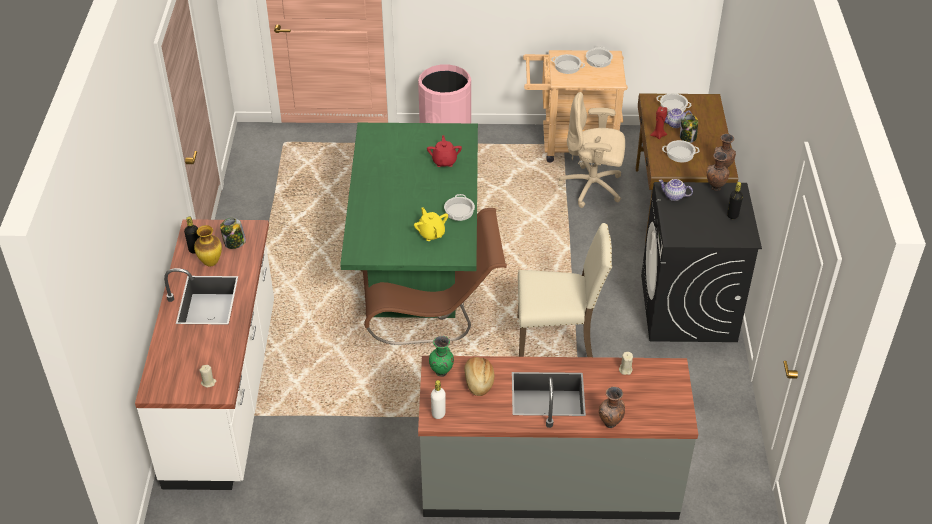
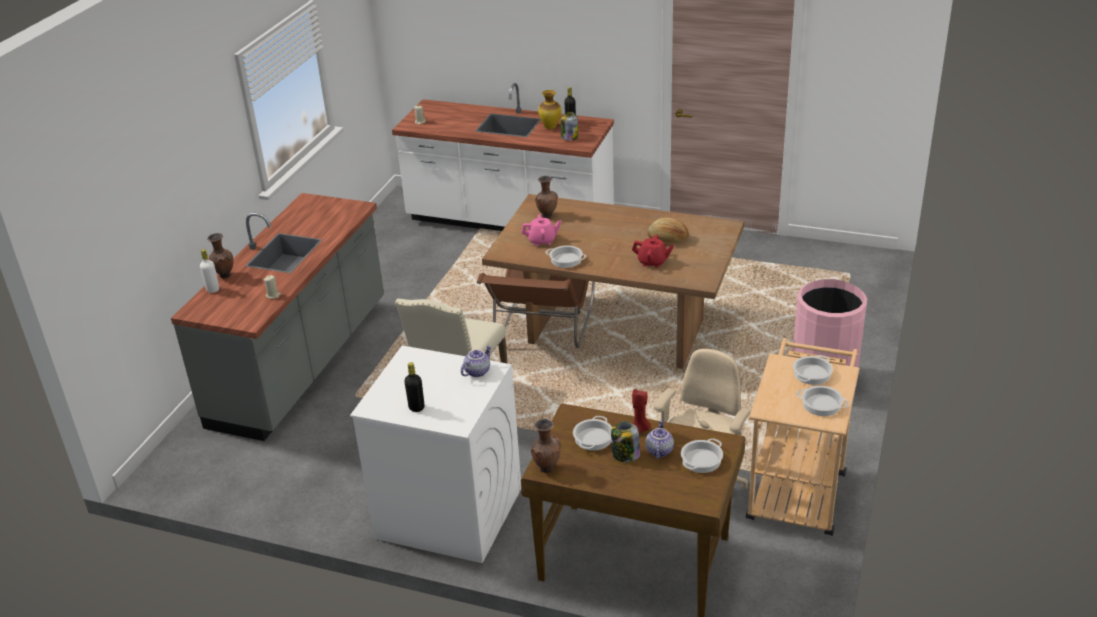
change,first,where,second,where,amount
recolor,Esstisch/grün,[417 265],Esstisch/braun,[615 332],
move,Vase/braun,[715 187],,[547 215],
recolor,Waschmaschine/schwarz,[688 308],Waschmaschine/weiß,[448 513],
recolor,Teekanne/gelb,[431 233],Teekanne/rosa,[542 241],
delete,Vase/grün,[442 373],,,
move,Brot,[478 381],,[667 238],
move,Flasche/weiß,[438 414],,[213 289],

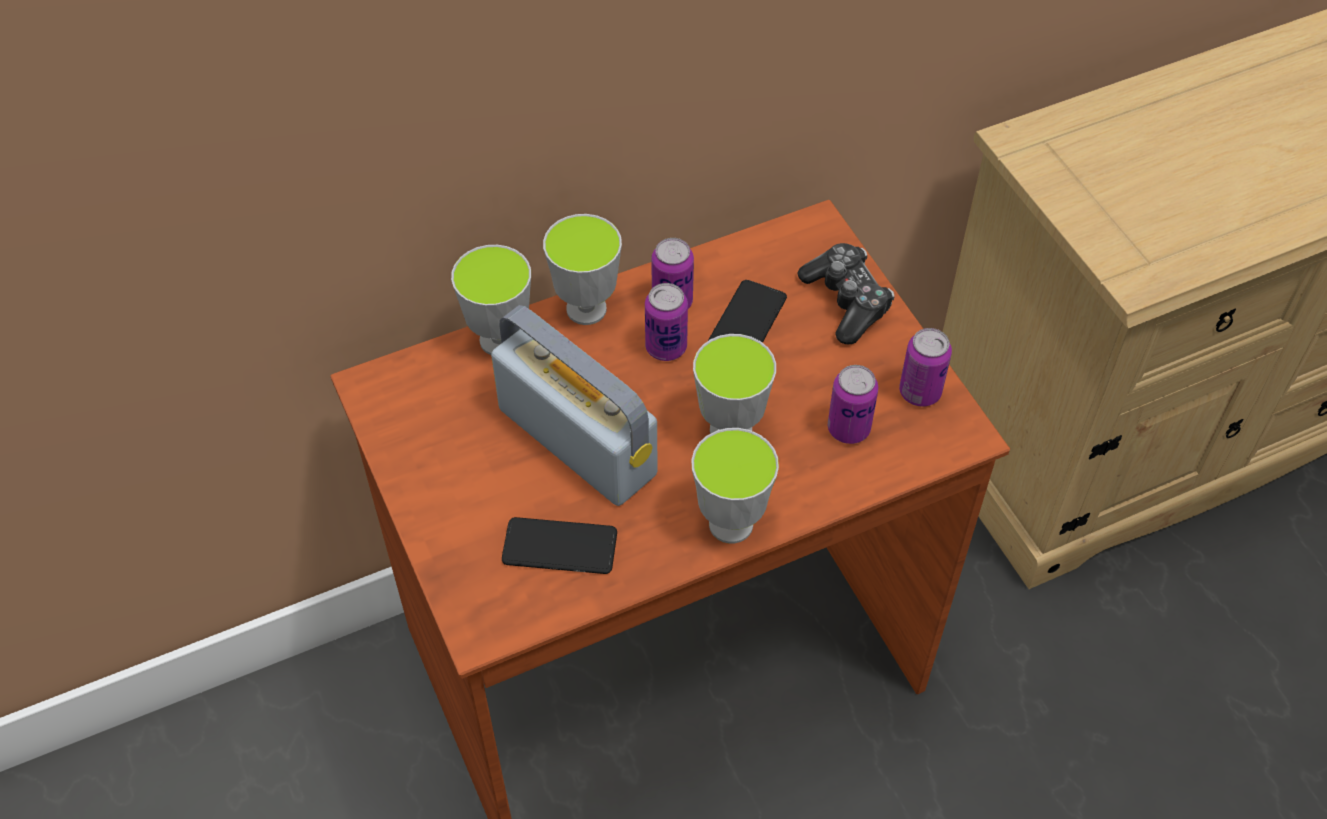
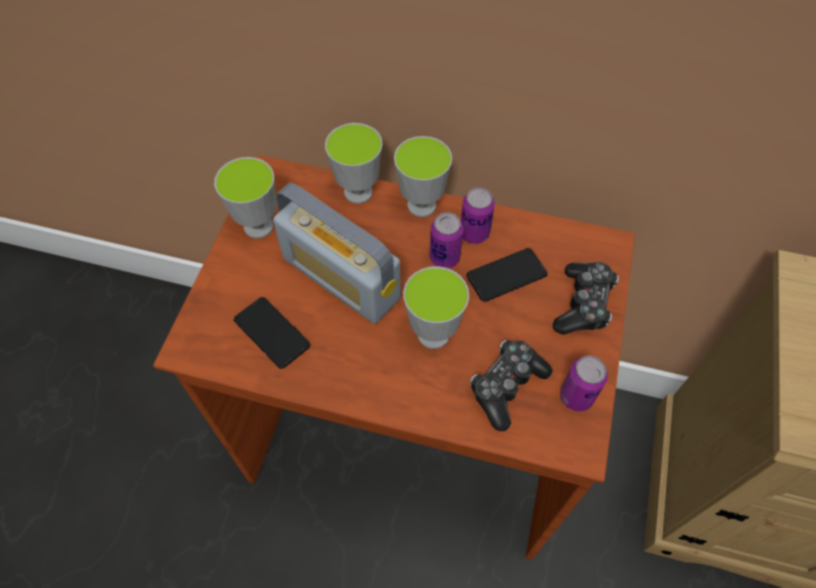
change,first,where,second,where,amount
rotate,Radio,[576 441],,[341 278],135 degrees clockwise
replace,Dose,[848 428],Gamepad,[506 386],
move,Tasse,[731 524],,[258 226],

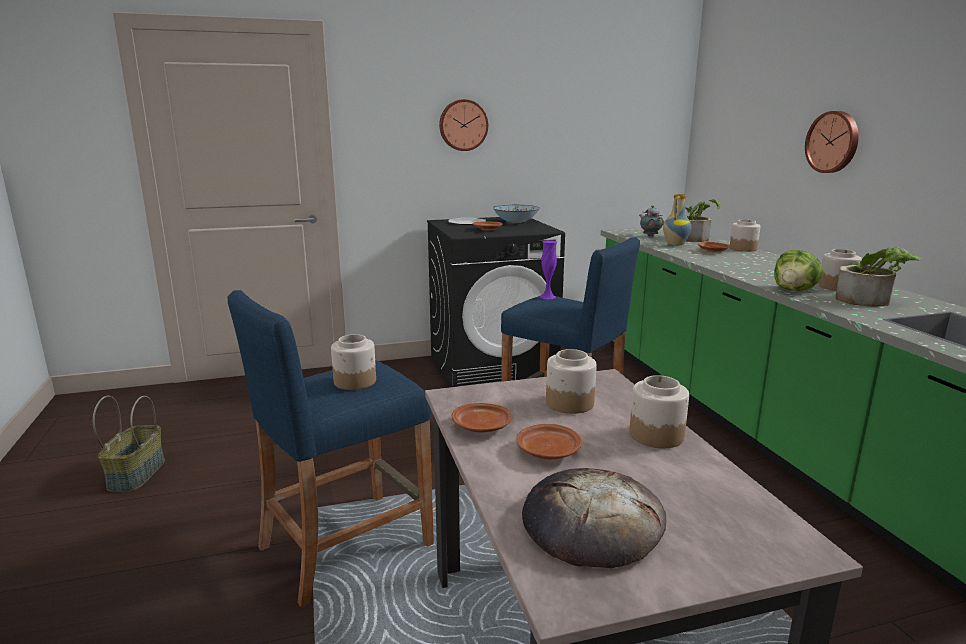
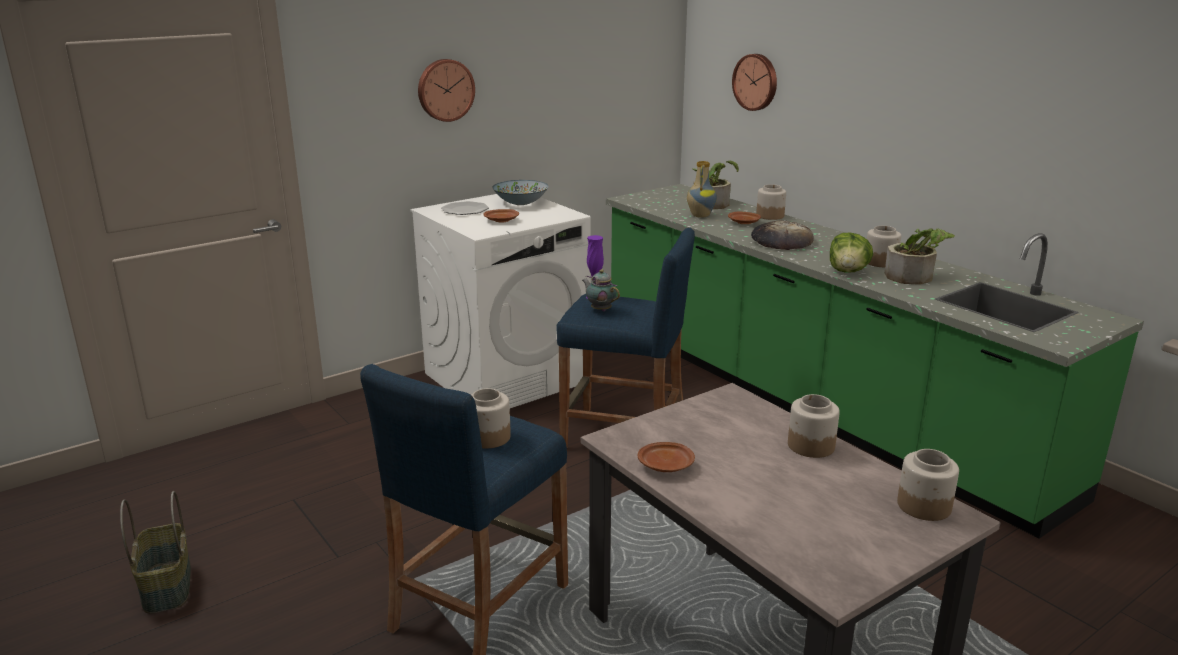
change,first,where,second,where,amount
move,Wanduhr,[833 142],,[756 82],
move,Teekanne,[649 236],,[600 309],
recolor,Waschmaschine/schwarz,[492 369],Waschmaschine/weiß,[507 377],
move,Vorratsglas,[569 403],,[923 506],
delete,Teller/braun,[548 451],,,
move,Brot,[591 523],,[782 241],

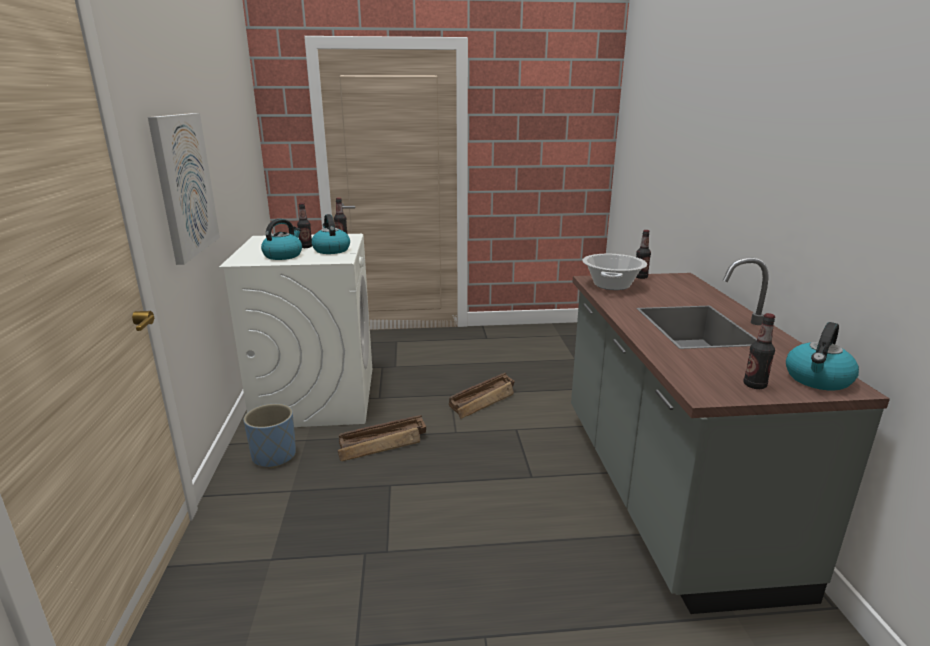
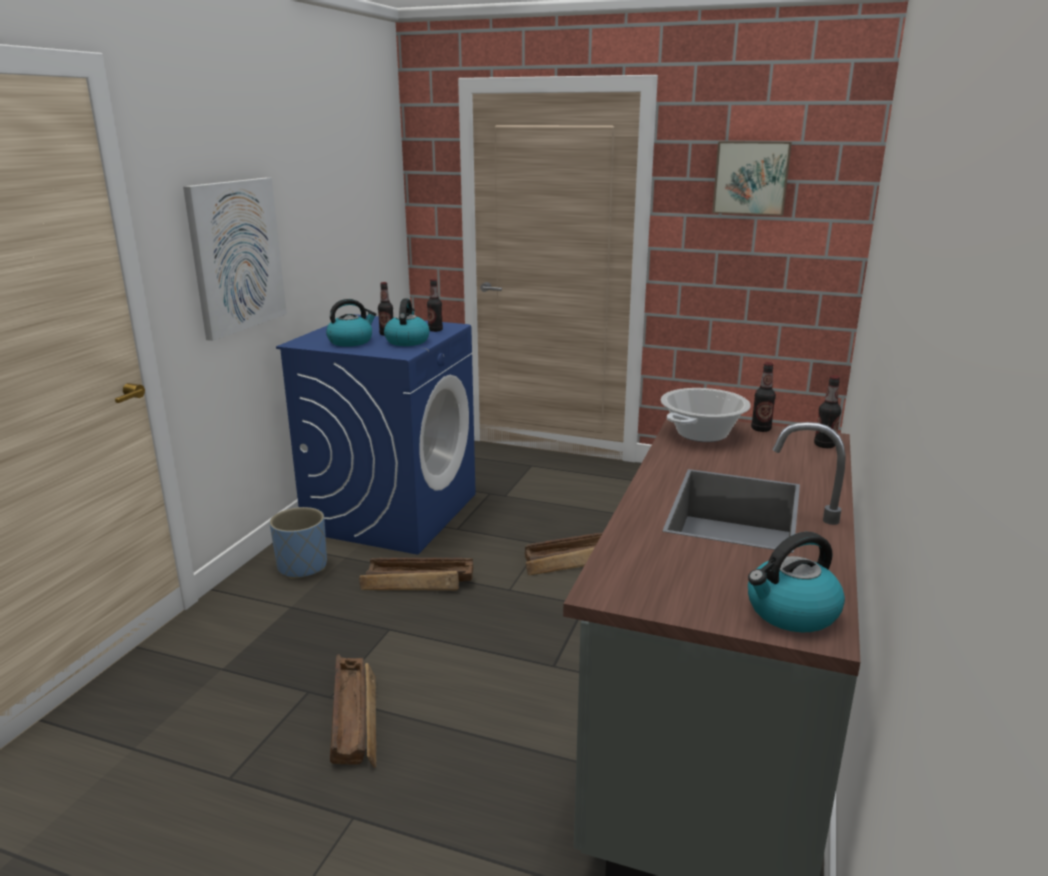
change,first,where,second,where,amount
recolor,Waschmaschine/weiß,[316 396],Waschmaschine/blau,[392 512],
move,Flasche,[754 385],,[824 445],
insert,,,Bild,[751 178],
insert,,,Kiste,[354 718],

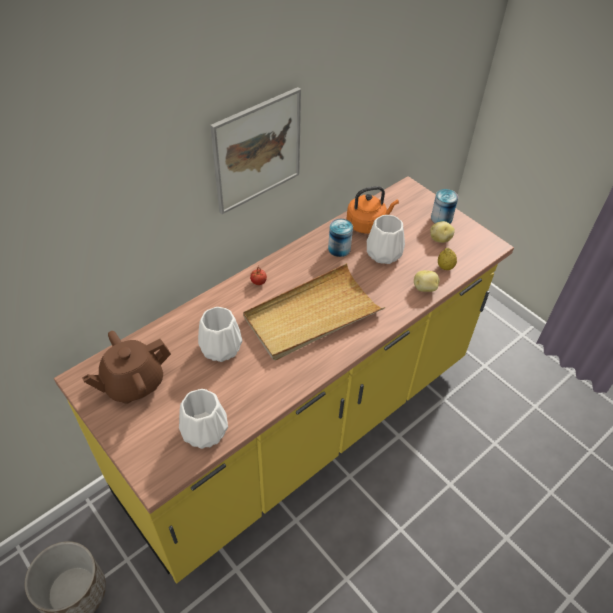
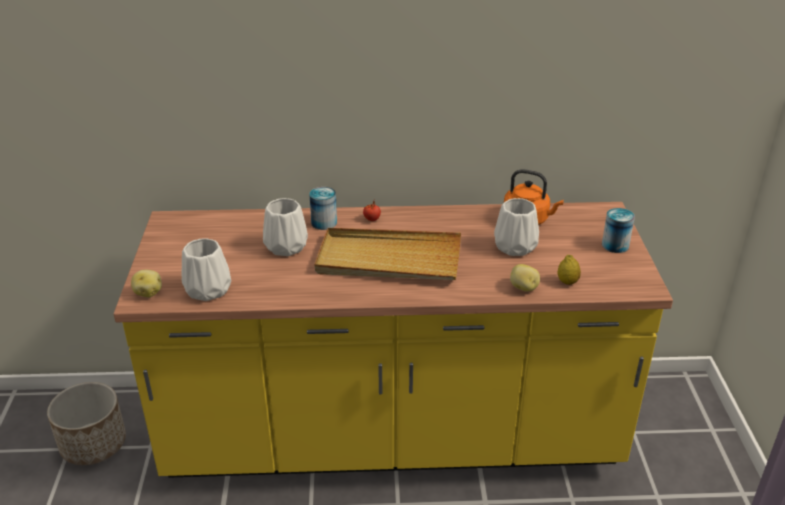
change,first,where,second,where,amount
delete,Bild,[257 151],,,
move,Dose,[339 248],,[324 222],
move,Kartoffel,[439 239],,[148 293],
delete,Teekanne/braun,[133 383],,,

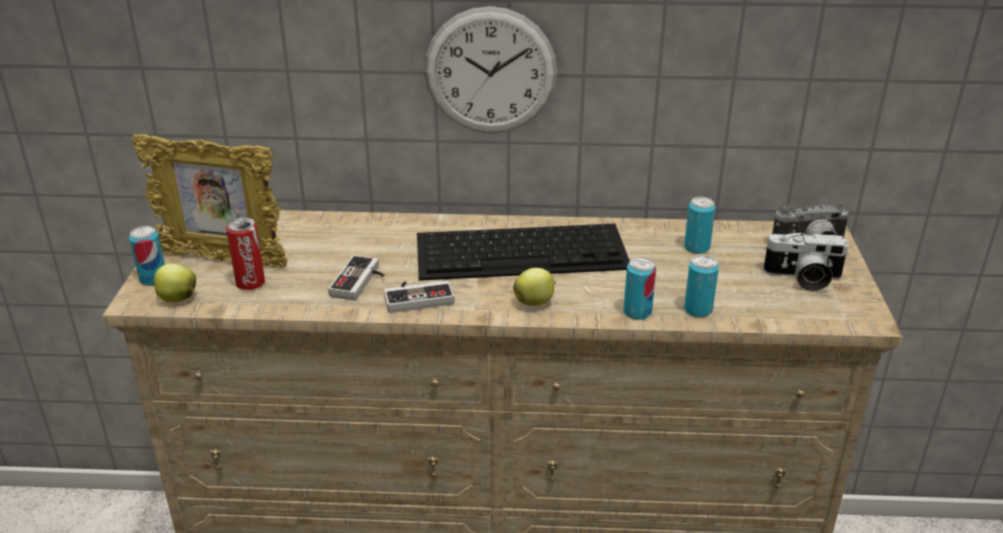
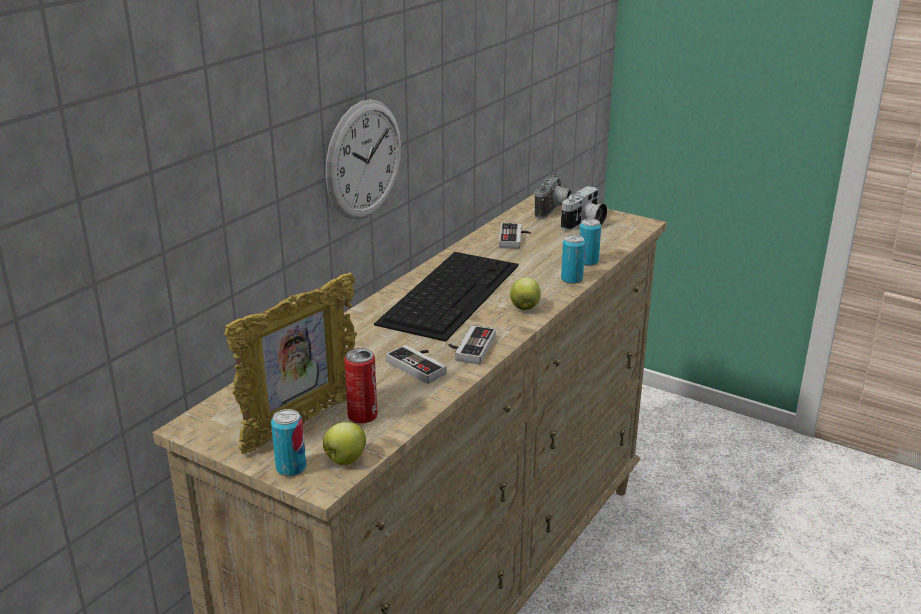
change,first,where,second,where,amount
replace,Dose,[696 248],Gamepad,[515 239],

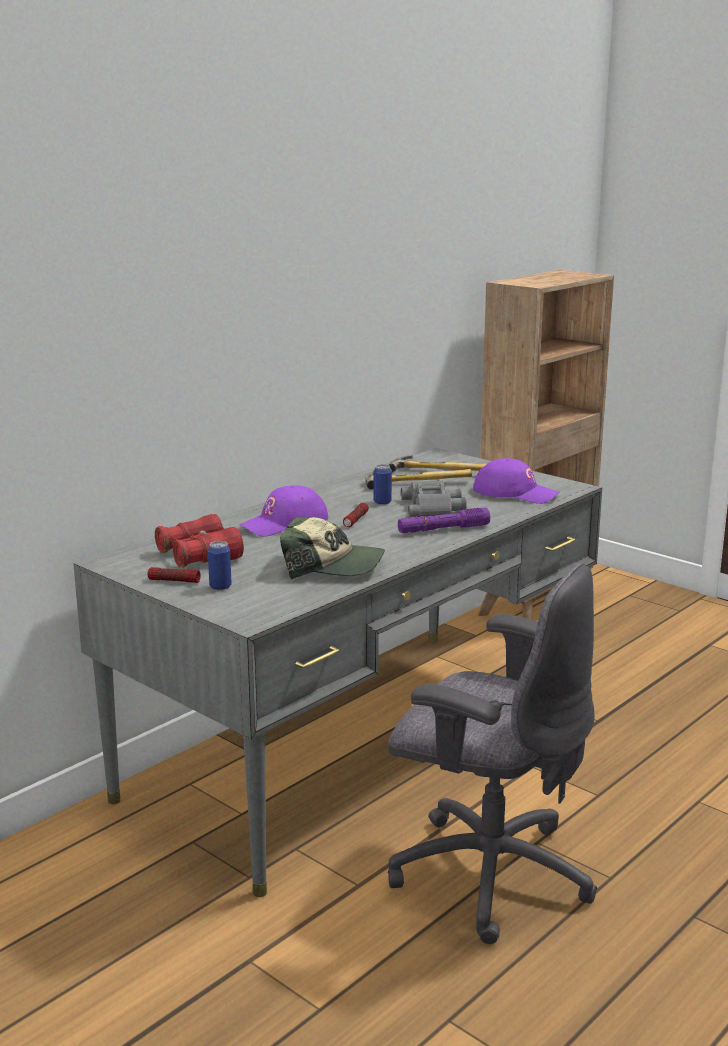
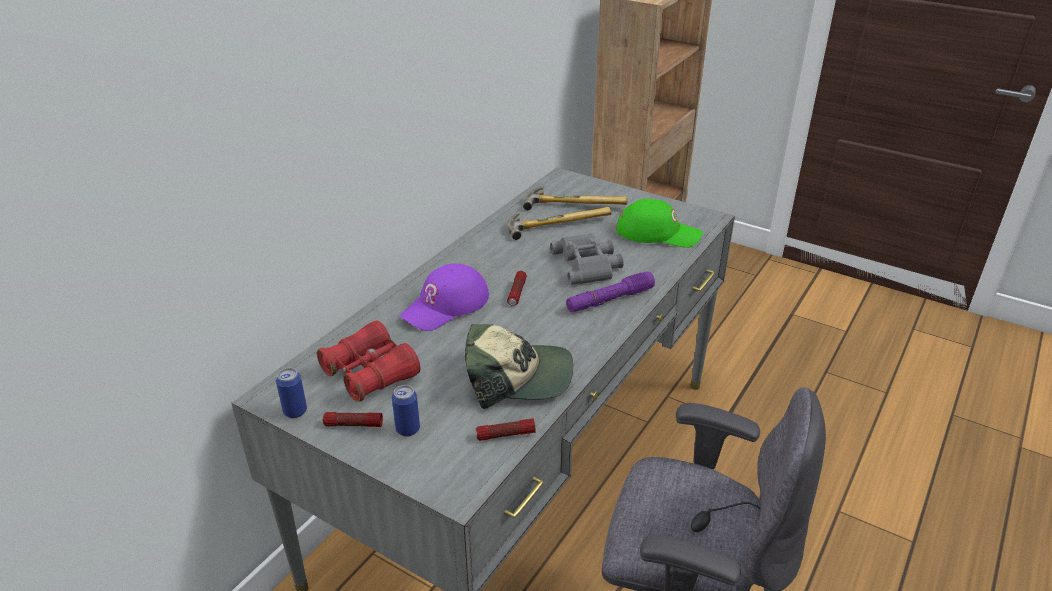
change,first,where,second,where,amount
recolor,Kappe/lila,[515 493],Kappe/grün,[658 233],
move,Dose,[382 502],,[295 411],
insert,,,Taschenlampe,[505 435],

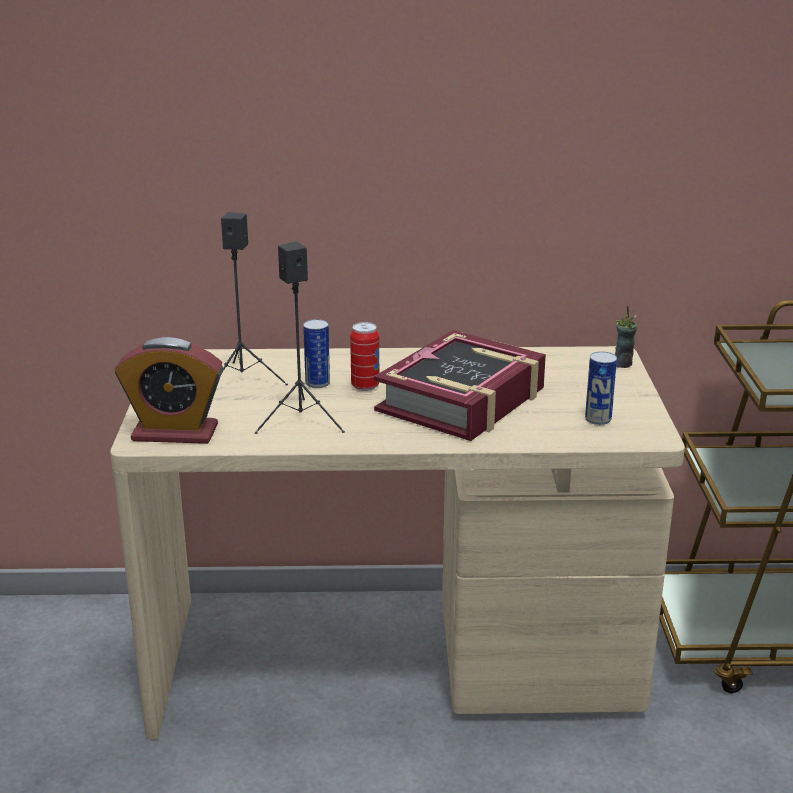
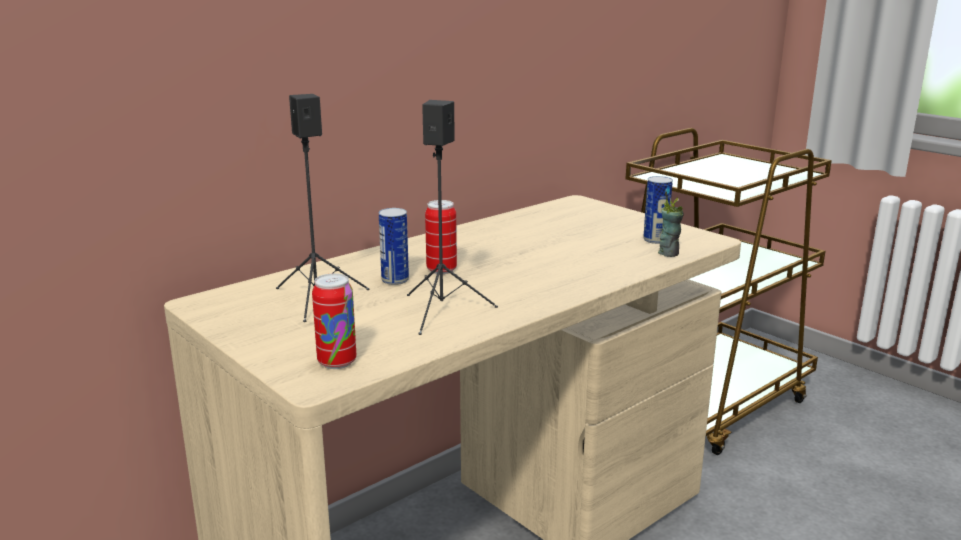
change,first,where,second,where,amount
move,Tasse,[623 364],,[668 253],
delete,Buch,[462 400],,,
replace,Wecker,[175 433],Dose,[337 362],

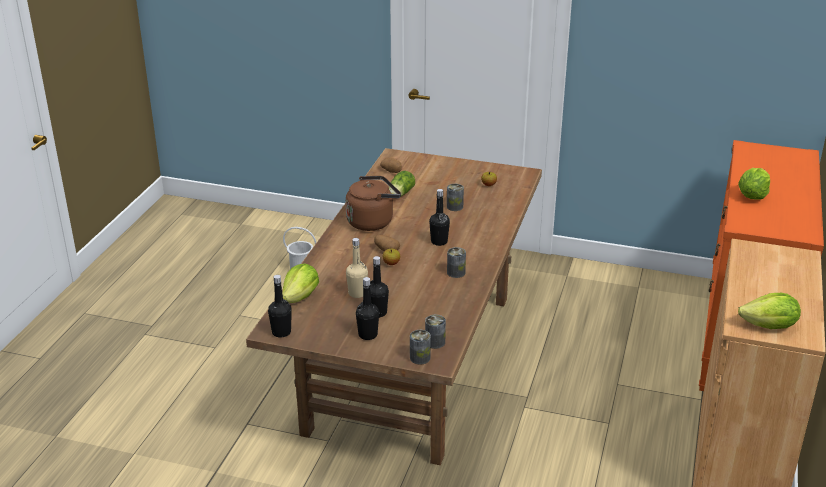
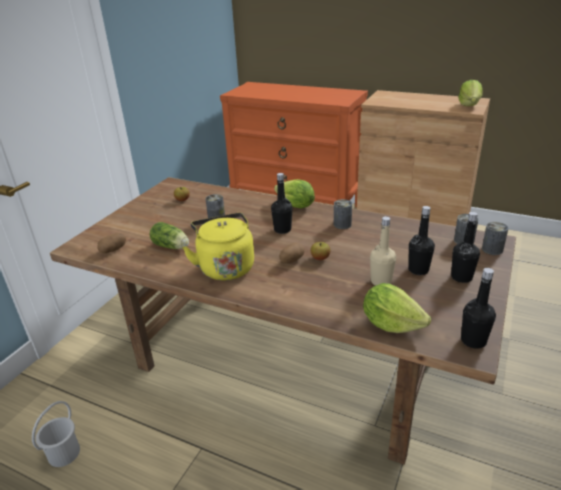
change,first,where,second,where,amount
move,Salatkopf,[752 195],,[295 206],
recolor,Wasserkessel/braun,[372 221],Wasserkessel/gelb,[225 267],

